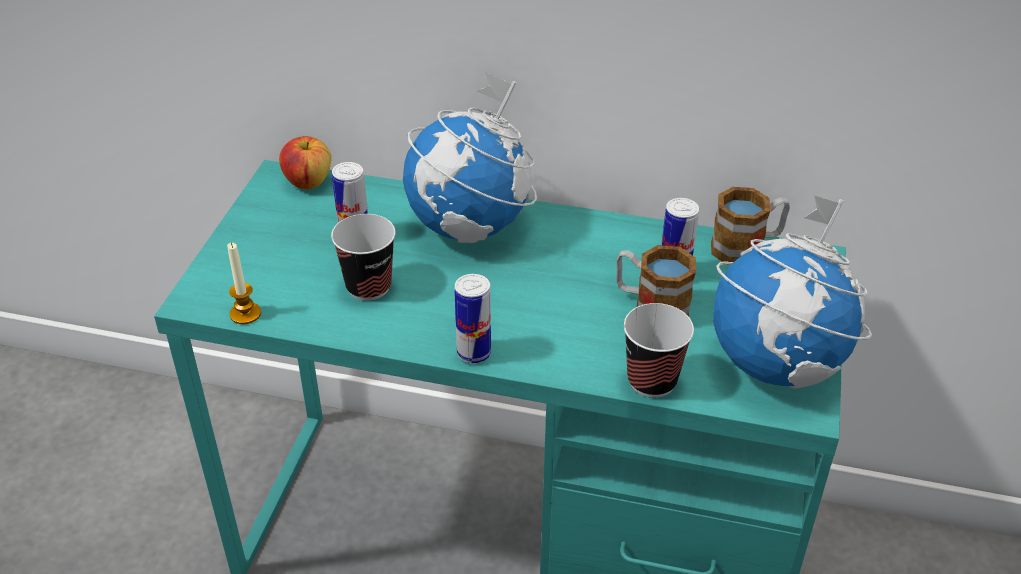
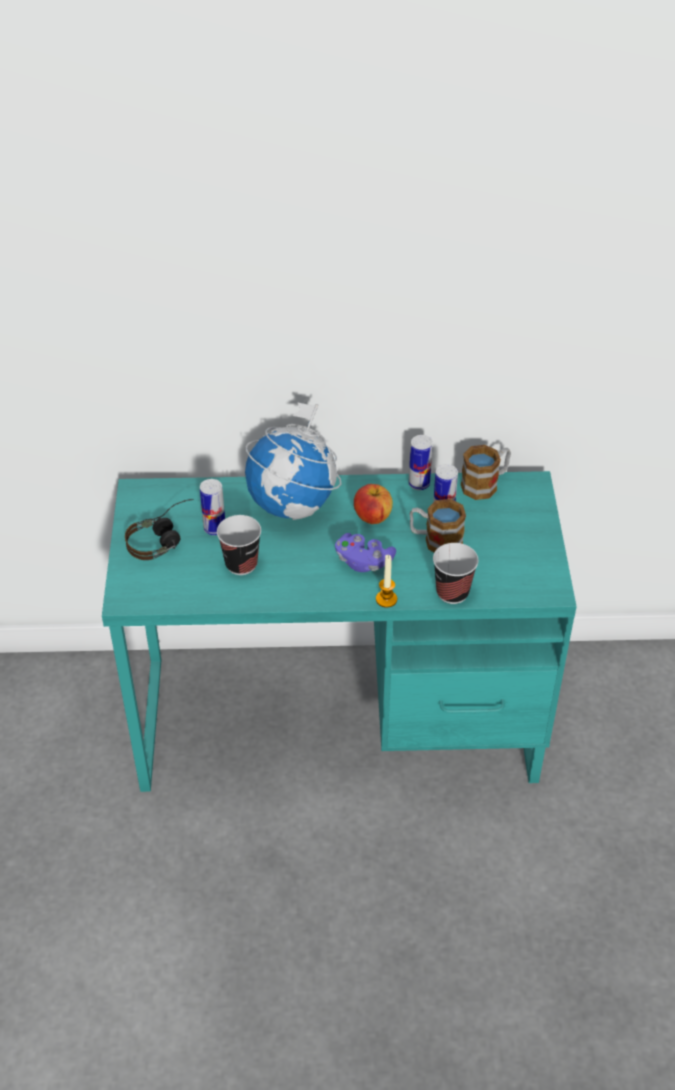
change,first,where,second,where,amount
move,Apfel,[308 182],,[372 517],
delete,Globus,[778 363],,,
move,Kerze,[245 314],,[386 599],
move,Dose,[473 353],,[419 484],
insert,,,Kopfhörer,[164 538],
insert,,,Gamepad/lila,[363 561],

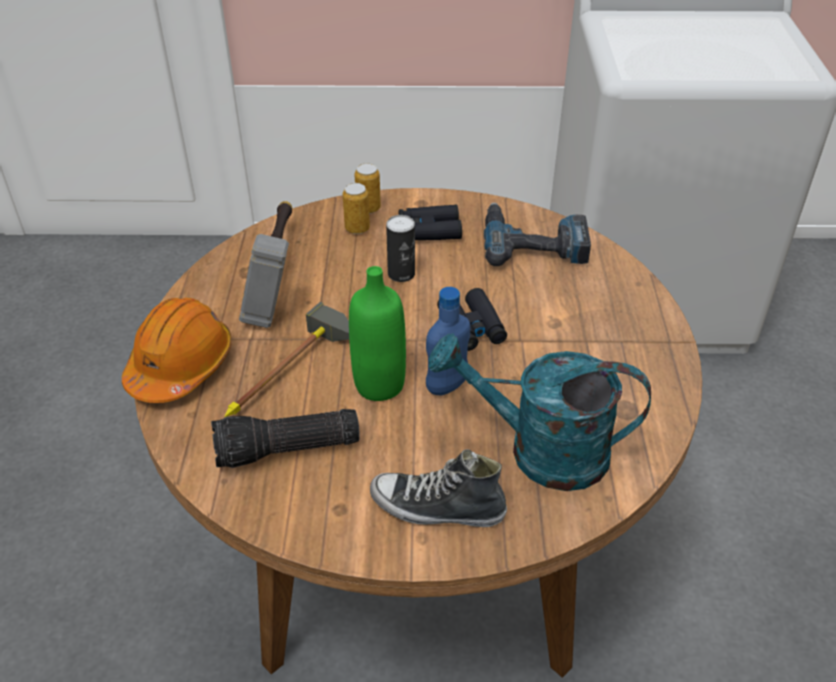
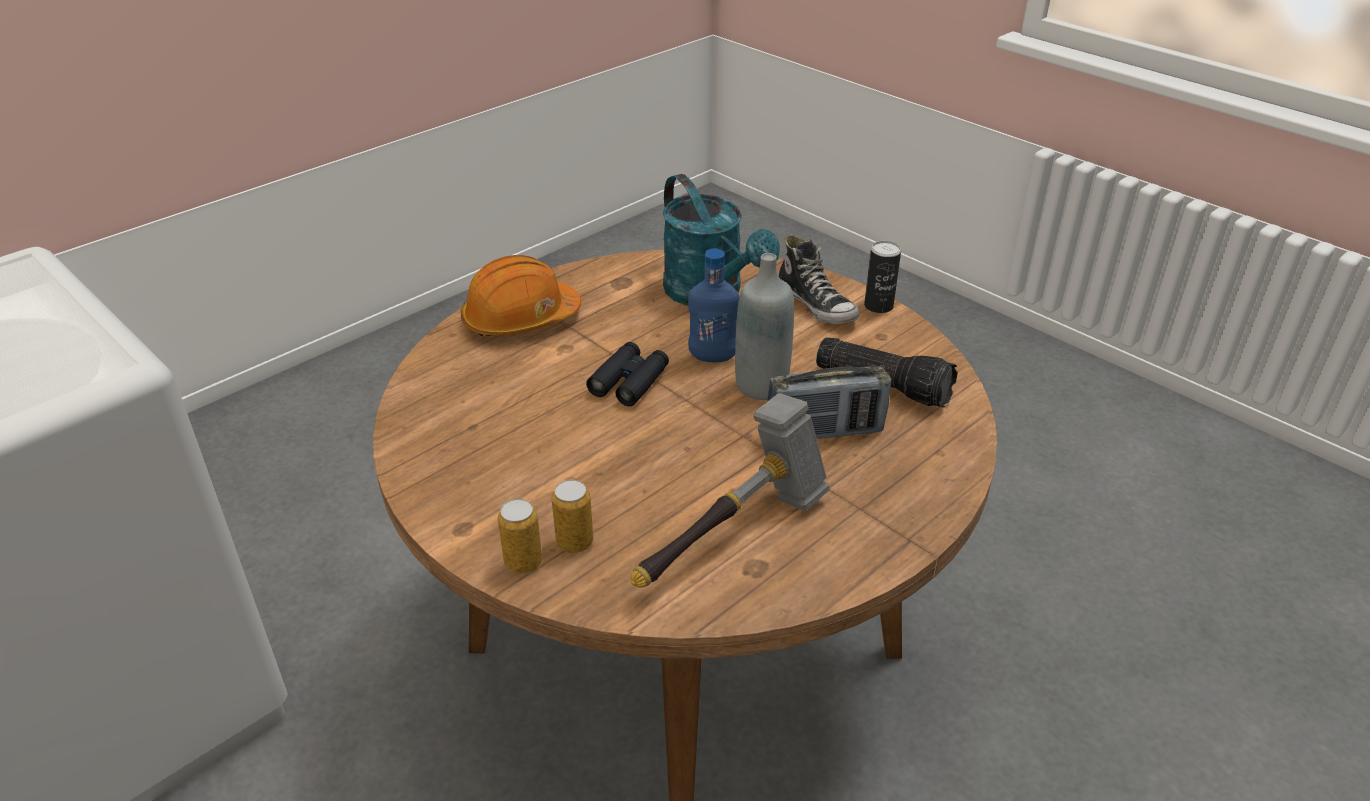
change,first,where,second,where,amount
delete,Bohrmaschine,[533 243],,,
delete,Fernglas/schwarz,[429 230],,,
move,Dose,[401 274],,[878 306],
recolor,Flasche/grün,[379 385],Flasche/grau,[761 386],
move,Schutzhelm/orange,[180 366],,[520 319],
replace,Hammer,[291 376],Radio,[824 432],

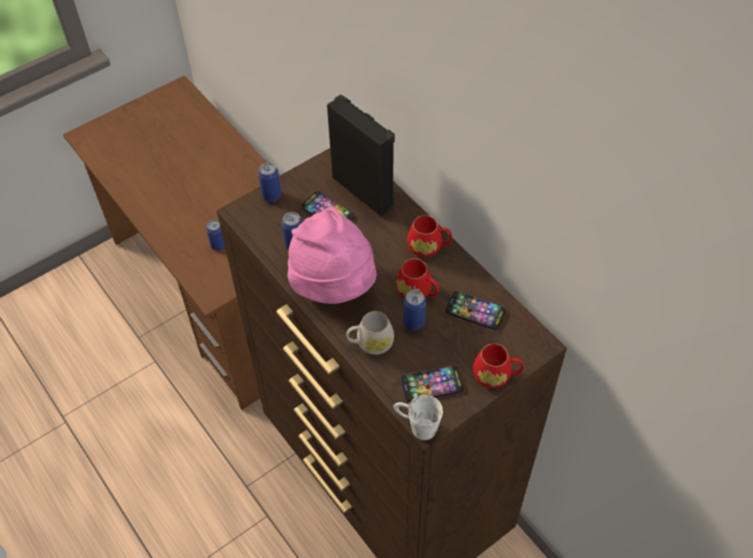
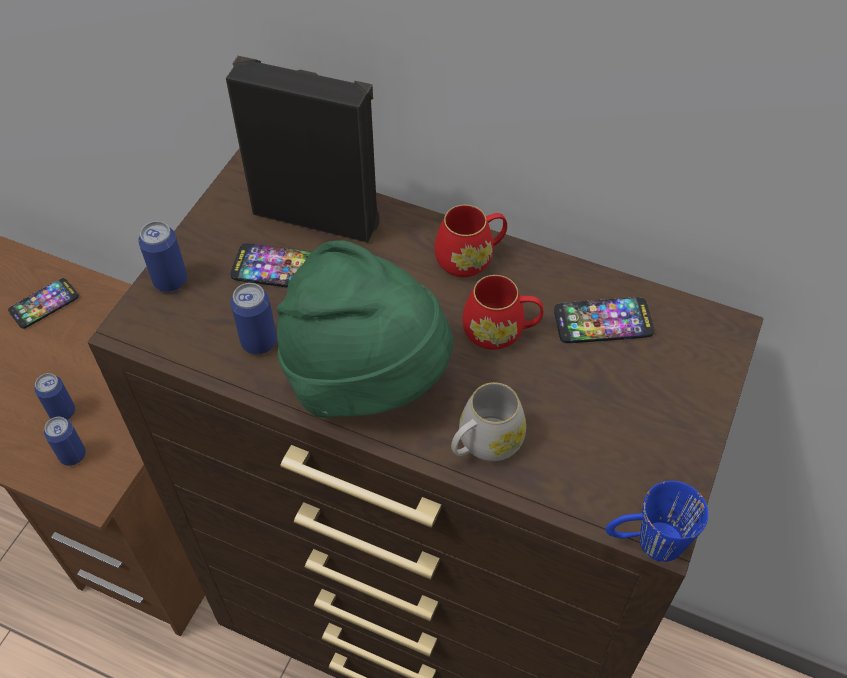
change,first,where,second,where,amount
recolor,Hut/rosa,[334 285],Hut/grün,[365 378],
move,Dose,[414 322],,[72 455],
delete,Henkelbecher/rot,[496 375],,,
move,Handy,[432 384],,[44 304],
recolor,Henkelbecher/weiß,[416 426],Henkelbecher/blau,[646 543],

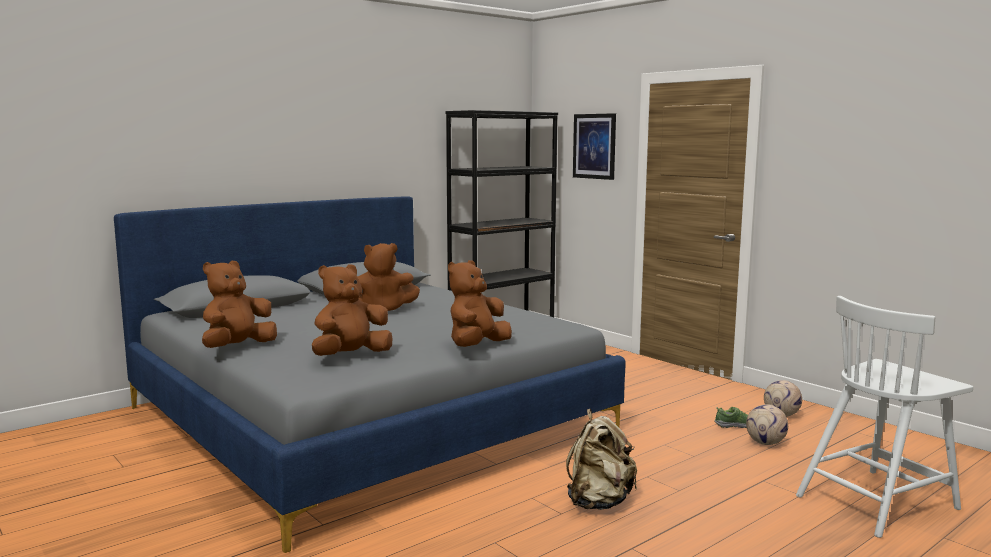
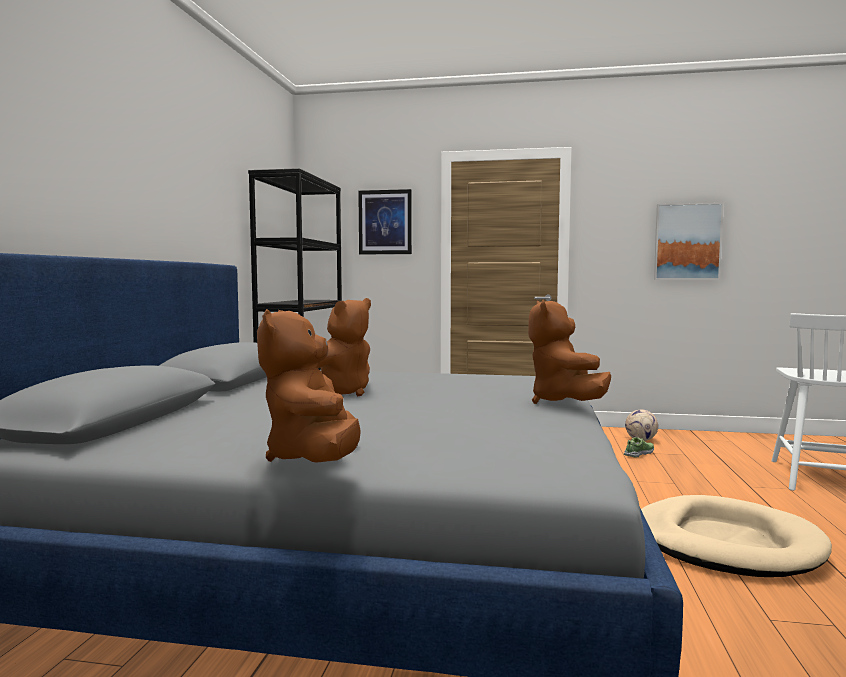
change,first,where,second,where,amount
delete,Plüschtier/braun,[350 356],,,
delete,Fußball,[765 443],,,
replace,Rucksack/beige,[599 502],Hundebett/beige,[725 543],
insert,,,Bild,[687 242],

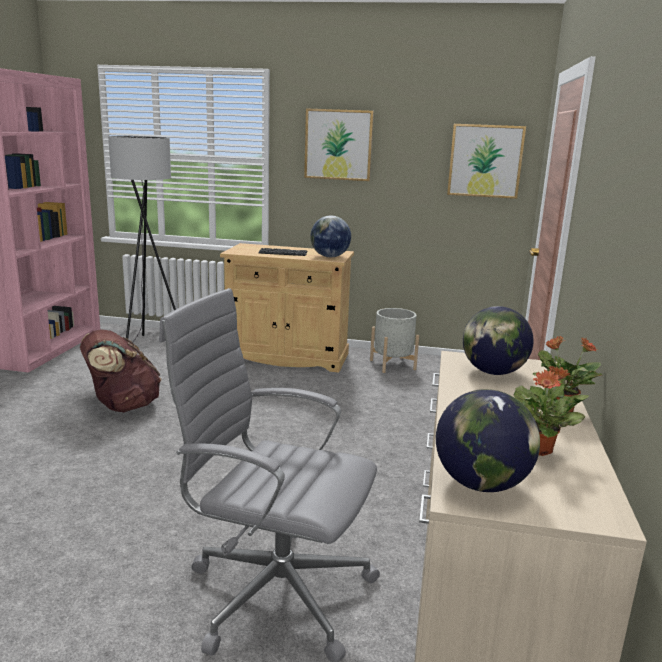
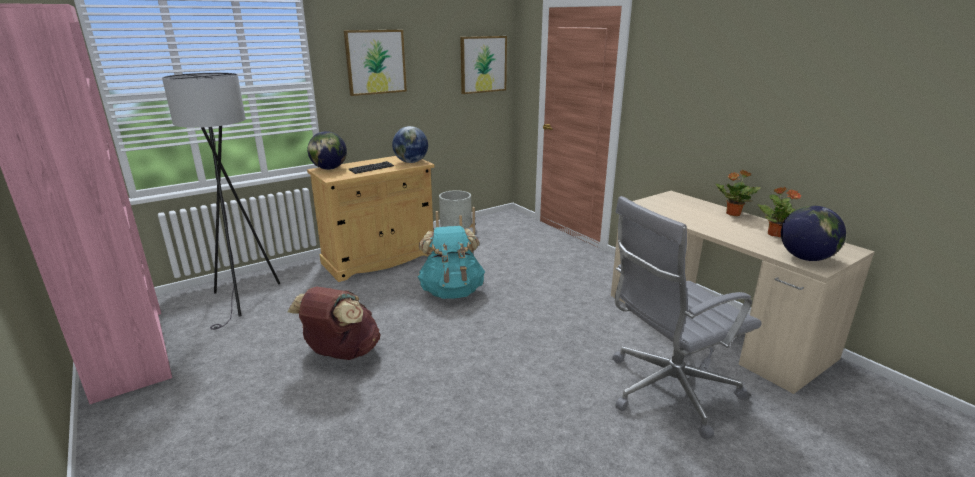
change,first,where,second,where,amount
move,Globus,[493 372],,[329 168],
insert,,,Rucksack/türkis,[452 291],

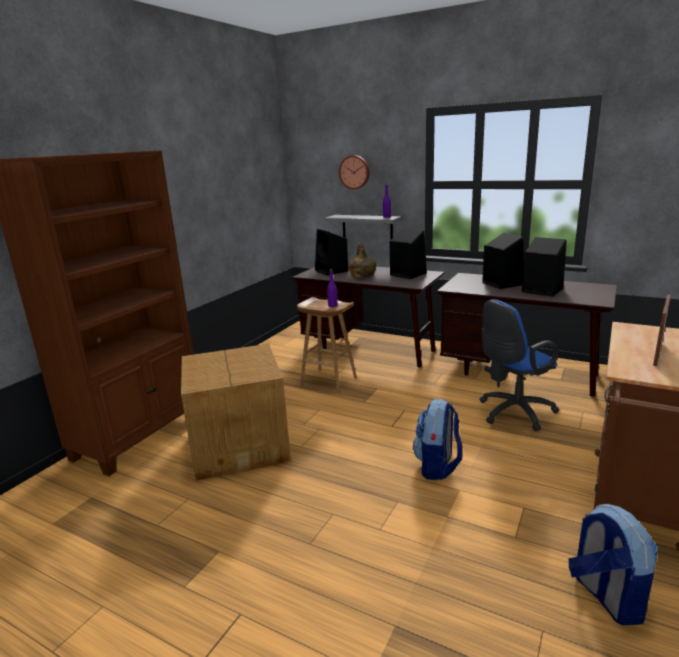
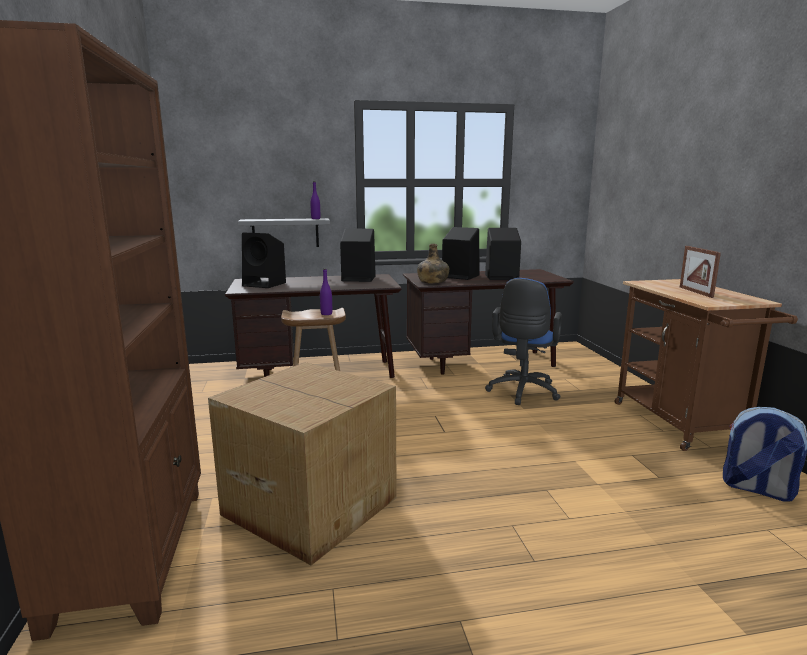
change,first,where,second,where,amount
delete,Wanduhr,[354 172],,,
move,Flasche/grün,[362 276],,[432 281],
delete,Rucksack,[437 466],,,

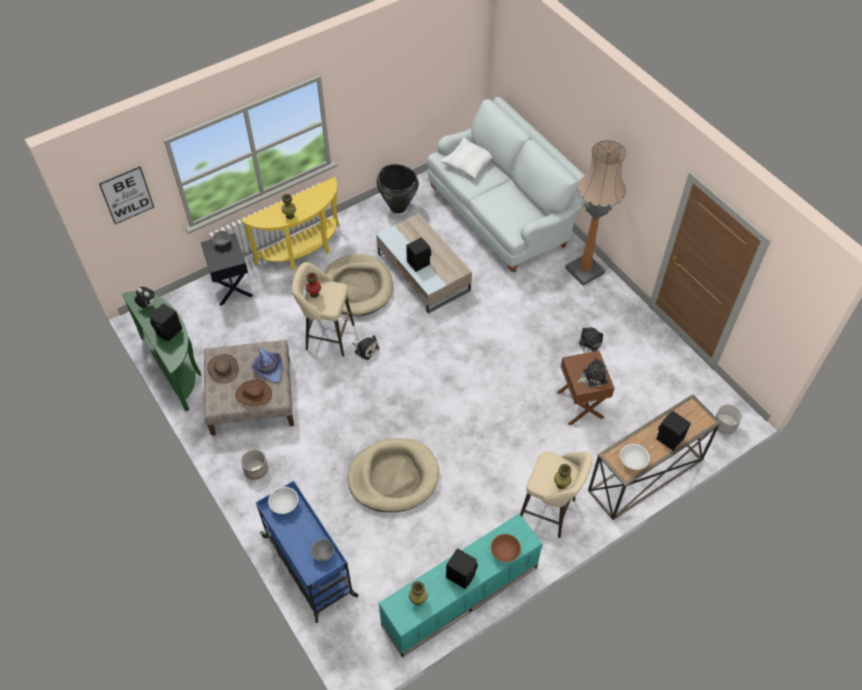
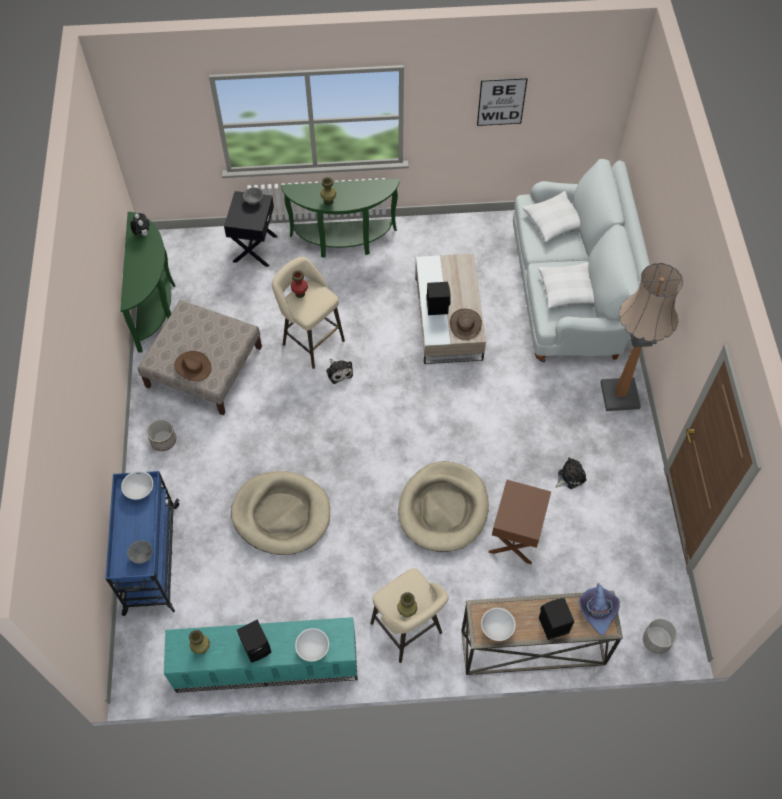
change,first,where,second,where,amount
delete,Vase/schwarz,[398 207],,,
move,Bild,[127 195],,[501 101],
recolor,Konsolentisch/gelb,[303 252],Konsolentisch/grün,[344 242],
move,Hundebett/beige,[357 287],,[443 508],
delete,Lautsprecher/schwarz,[169 331],,,
move,Hut/lila,[269 369],,[597 610],
move,Hut/braun,[223 369],,[465 324],
delete,Plüschtier,[593 376],,,
recolor,Schüssel/braun,[505 552],Schüssel/weiß,[313 648],
insert,,,Kissen/weiß,[567 290],

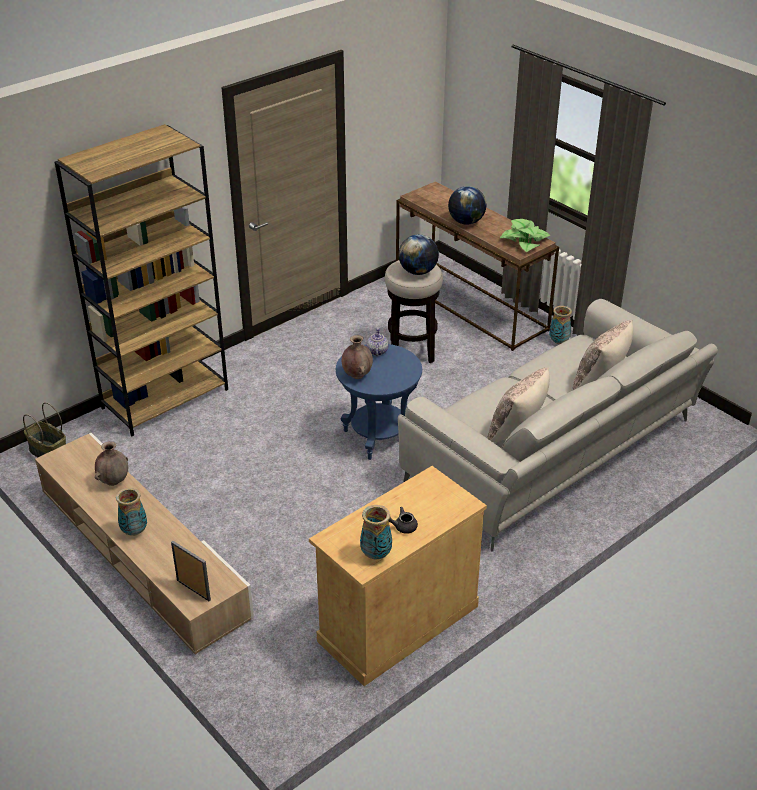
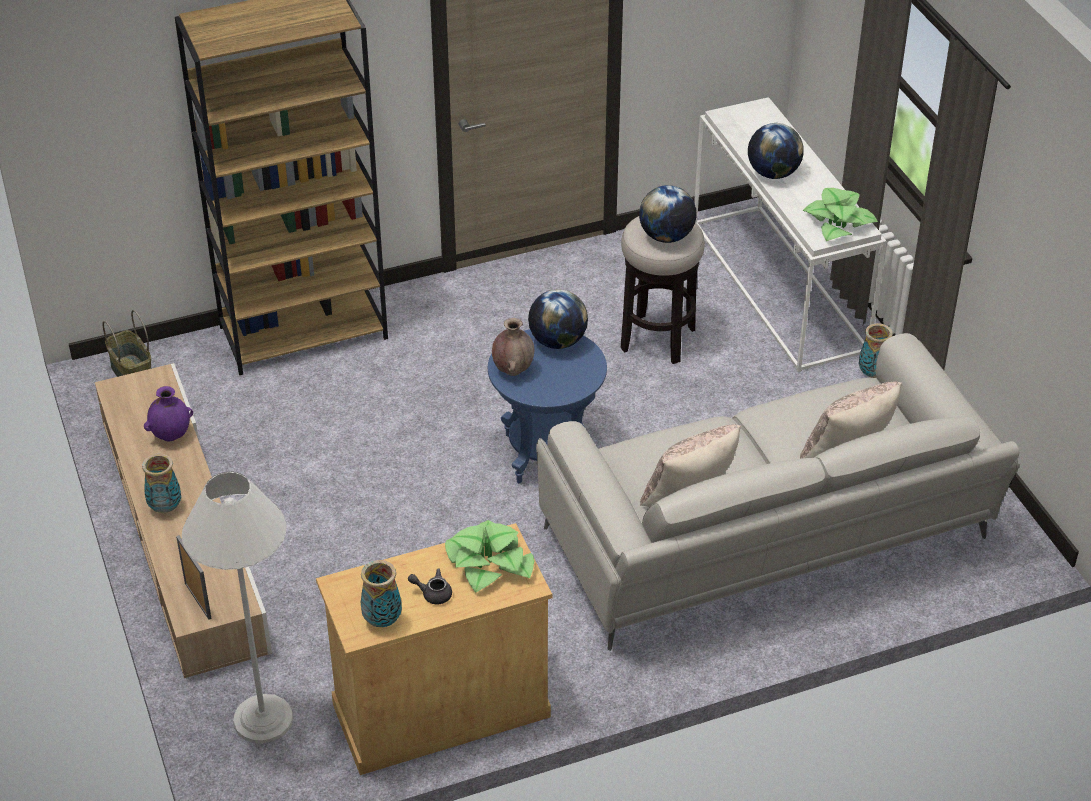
change,first,where,second,where,amount
recolor,Konsolentisch/braun,[471 304],Konsolentisch/weiß,[780 287],
replace,Teekanne,[377 351],Globus,[557 341],
recolor,Vase/braun,[114 481],Vase/lila,[171 436],
insert,,,Stehlampe/weiß,[263 719],
insert,,,Topfpflanze,[489 563],

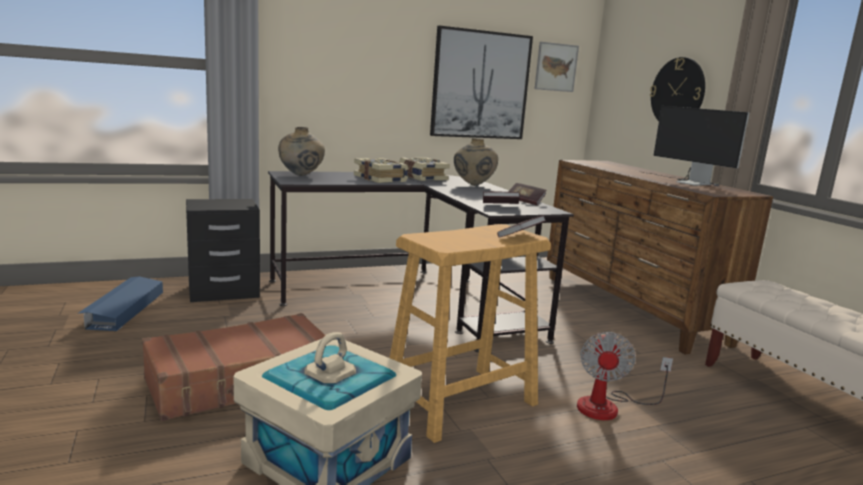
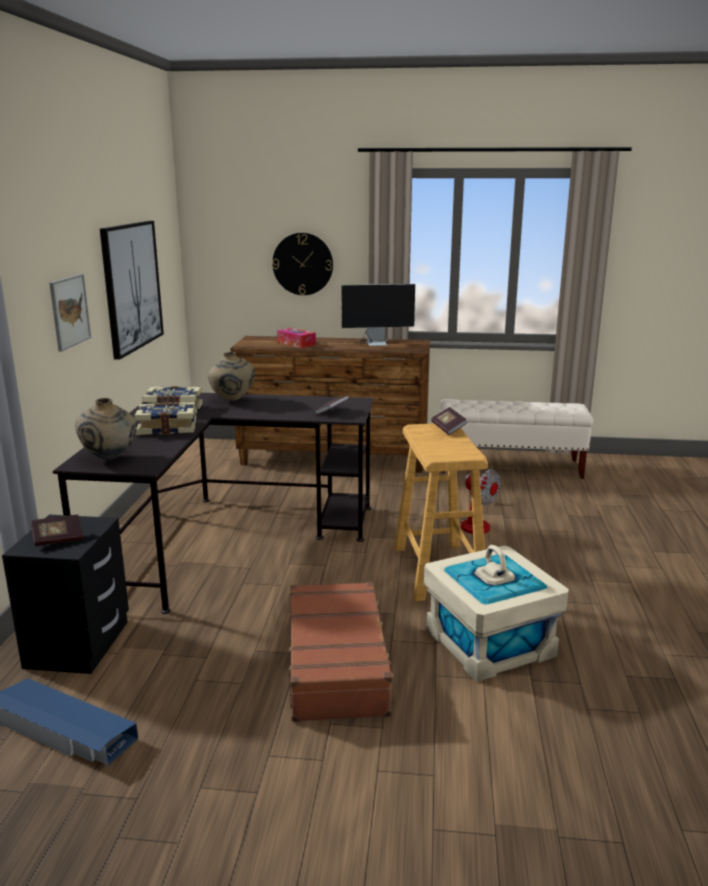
change,first,where,second,where,amount
move,Bild,[556 67],,[69 311],
move,Buch,[525 201],,[58 539],
insert,,,Taschentuchbox,[296 343],

